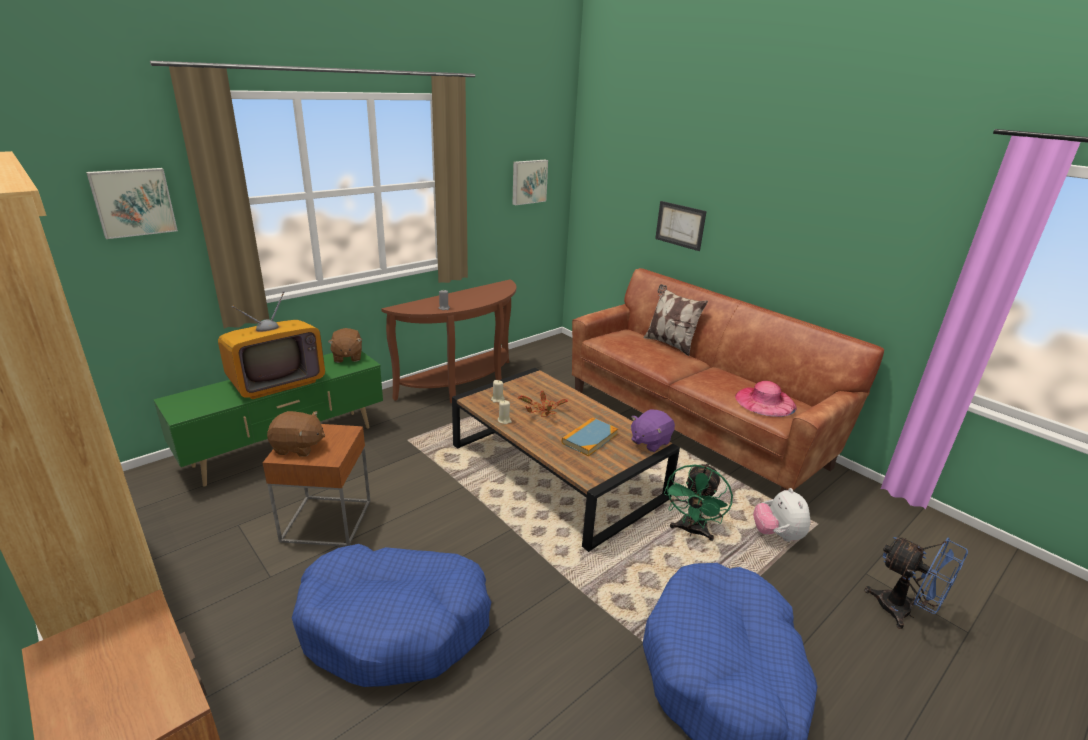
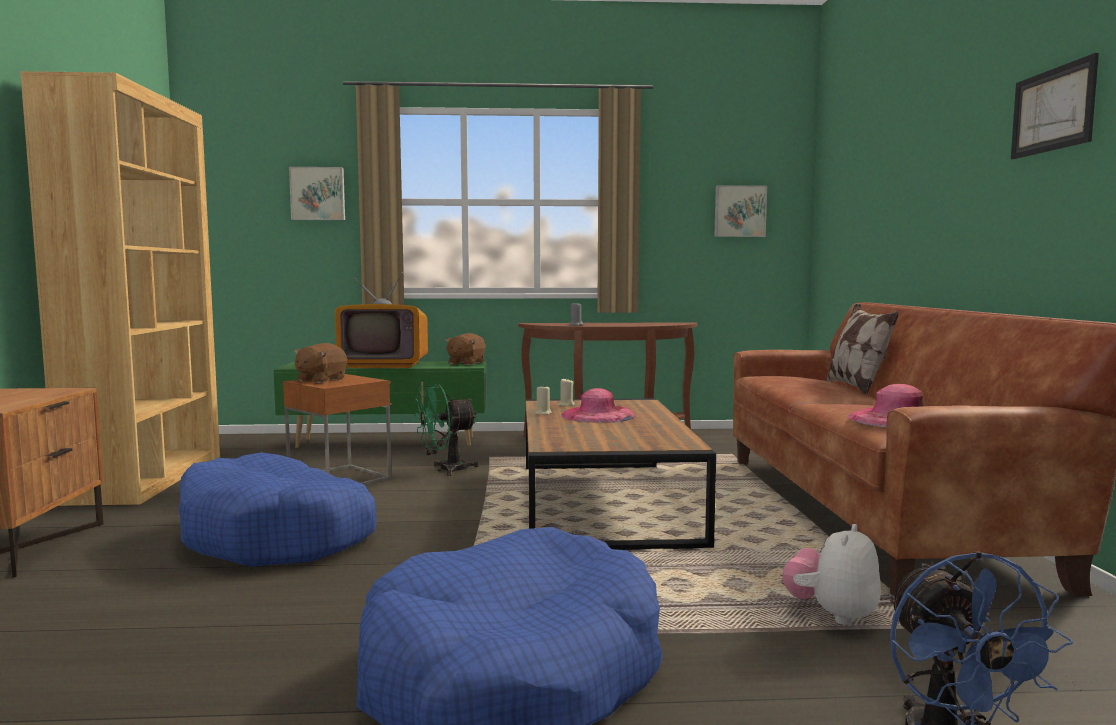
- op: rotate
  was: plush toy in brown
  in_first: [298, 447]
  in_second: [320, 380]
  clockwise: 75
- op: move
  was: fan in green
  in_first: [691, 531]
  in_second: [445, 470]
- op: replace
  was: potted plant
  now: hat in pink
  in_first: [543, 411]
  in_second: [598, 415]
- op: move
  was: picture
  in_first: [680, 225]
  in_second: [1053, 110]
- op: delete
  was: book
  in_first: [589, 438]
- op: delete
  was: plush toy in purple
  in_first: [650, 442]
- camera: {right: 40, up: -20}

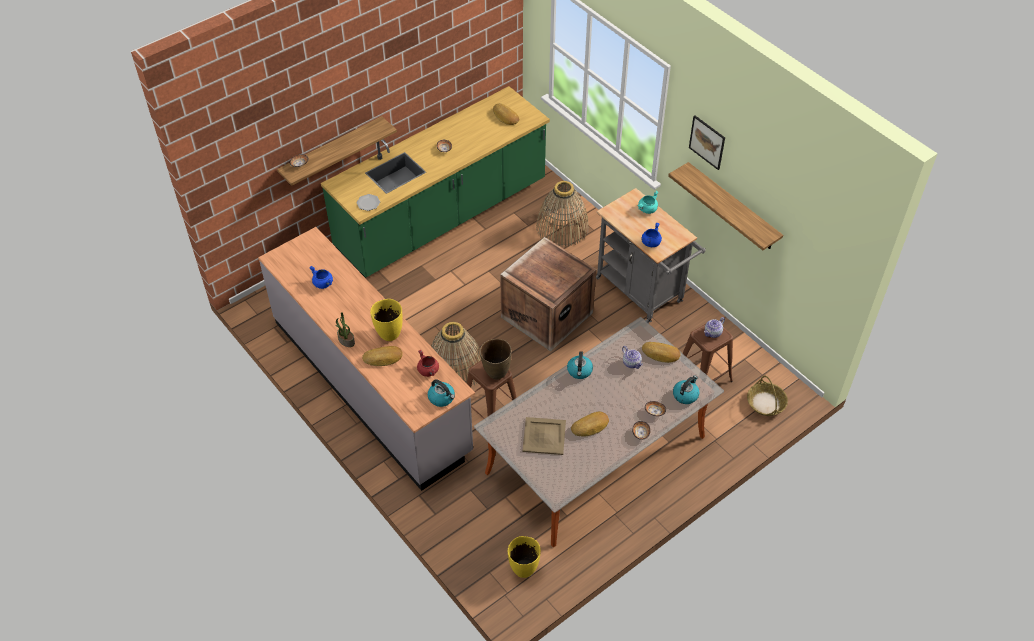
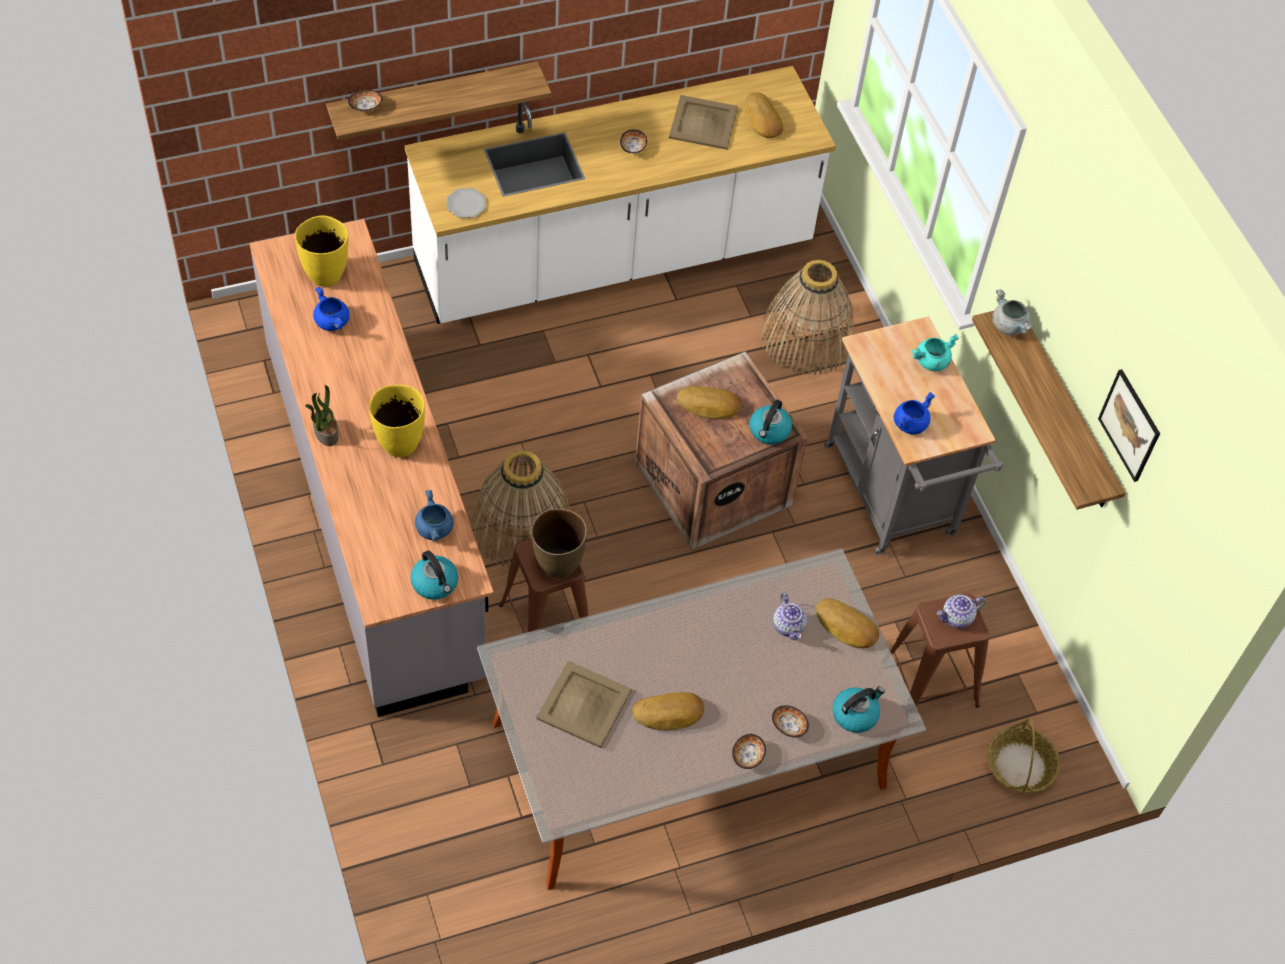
- op: move
  was: vase in yellow
  in_first: [523, 568]
  in_second: [325, 274]
- op: recolor
  was: counter in green
  now: counter in white
  in_first: [442, 217]
  in_second: [614, 257]
- op: recolor
  was: cooking pot in red
  now: cooking pot in blue
  in_first: [429, 371]
  in_second: [435, 529]
- op: insert
  now: tray in beige
  in_second: [704, 123]
- op: move
  was: bread
  in_first: [383, 358]
  in_second: [709, 406]
- op: move
  was: kettle
  in_first: [579, 371]
  in_second: [769, 431]
- op: insert
  now: cooking pot in grey
  in_second: [1009, 326]
- op: move
  was: picture
  in_first: [707, 142]
  in_second: [1130, 425]
- camera: {right: 15, up: 5}

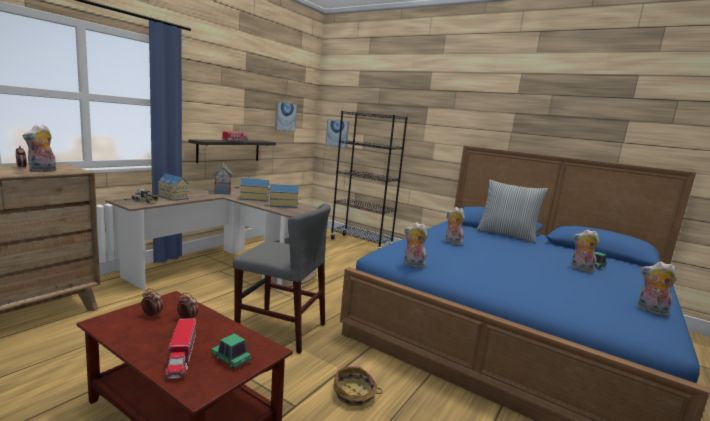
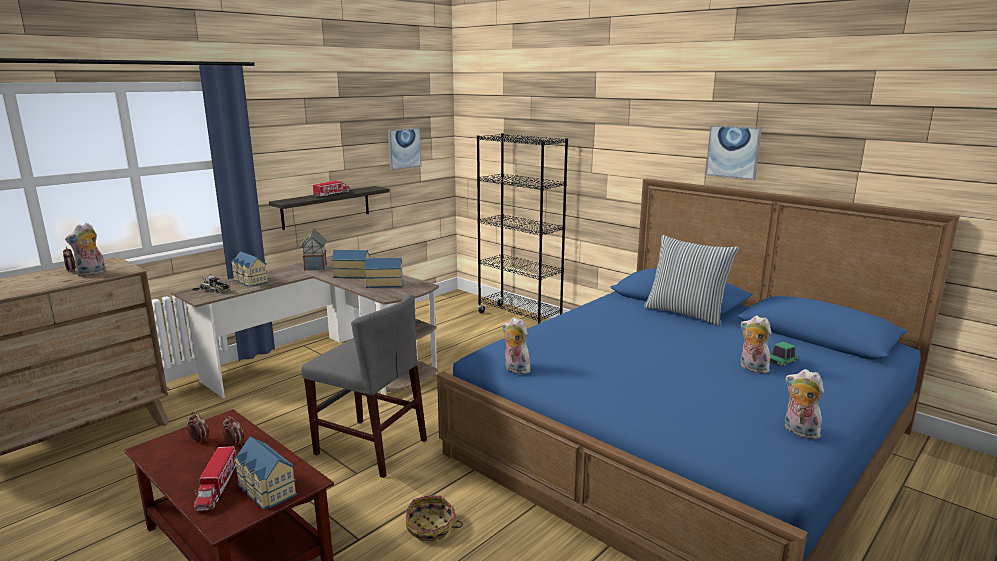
- op: replace
  was: toy car
  now: toy house
  in_first: [231, 359]
  in_second: [265, 490]
- op: move
  was: picture
  in_first: [337, 133]
  in_second: [733, 152]
- op: delete
  was: plush toy
  in_first: [452, 242]
- camera: {right: 10, up: 5}

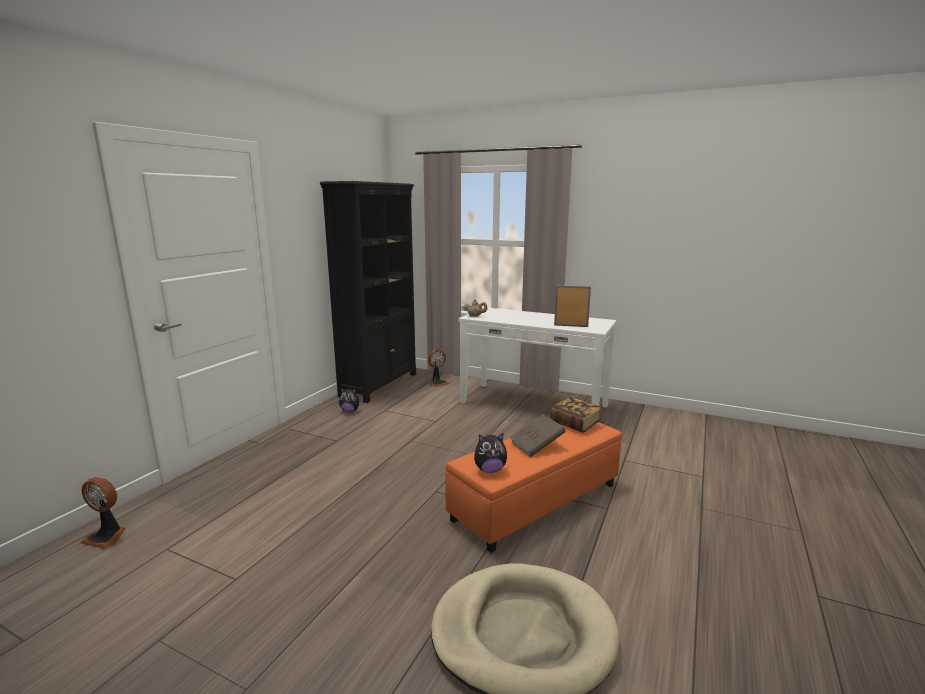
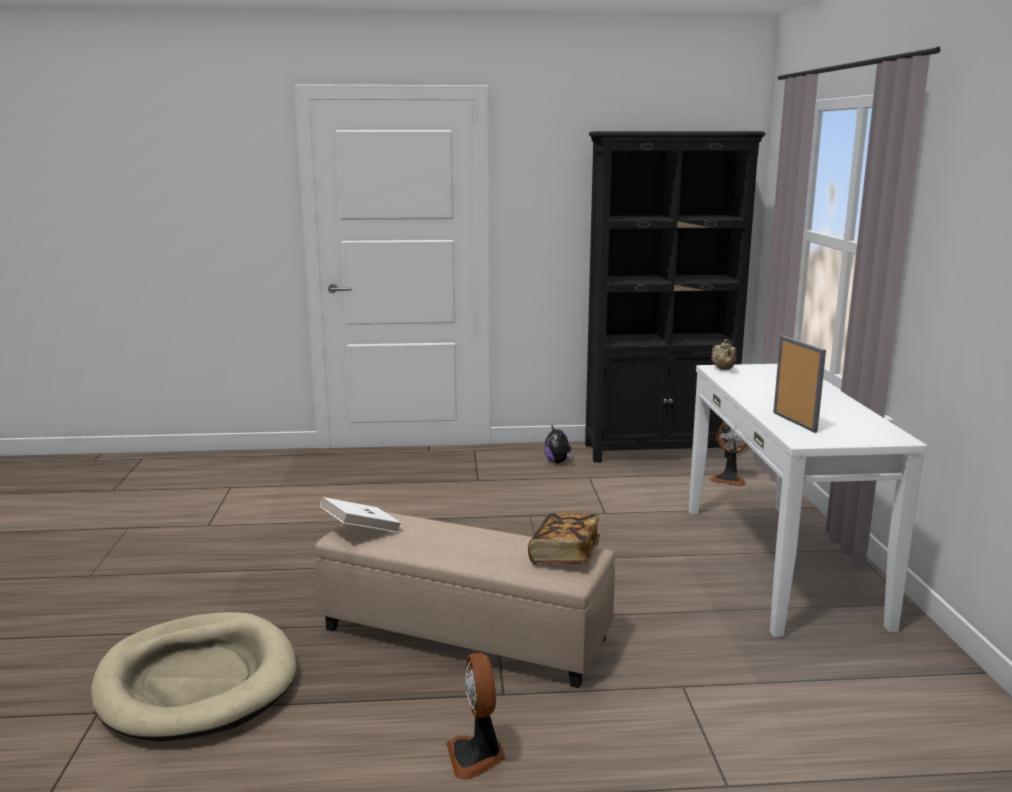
- op: recolor
  was: ottoman in orange
  now: ottoman in beige
  in_first: [535, 501]
  in_second: [465, 633]
- op: replace
  was: plush toy
  now: book in white
  in_first: [490, 470]
  in_second: [361, 531]
- op: move
  was: fan
  in_first: [107, 536]
  in_second: [477, 756]
- op: delete
  was: book in brown
  in_first: [537, 446]
- camera: {right: 60, up: 0}

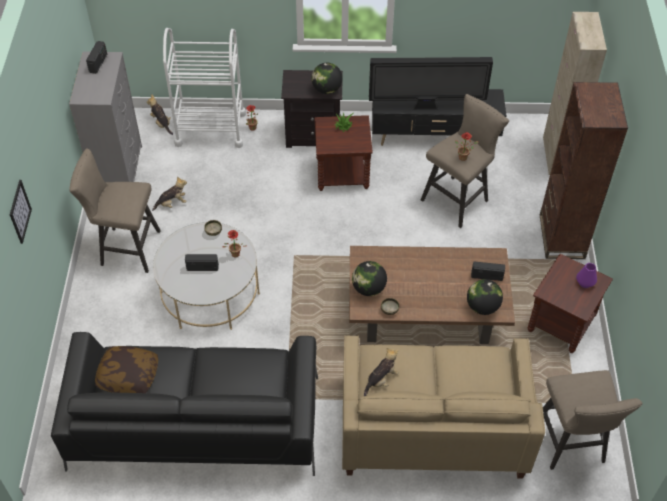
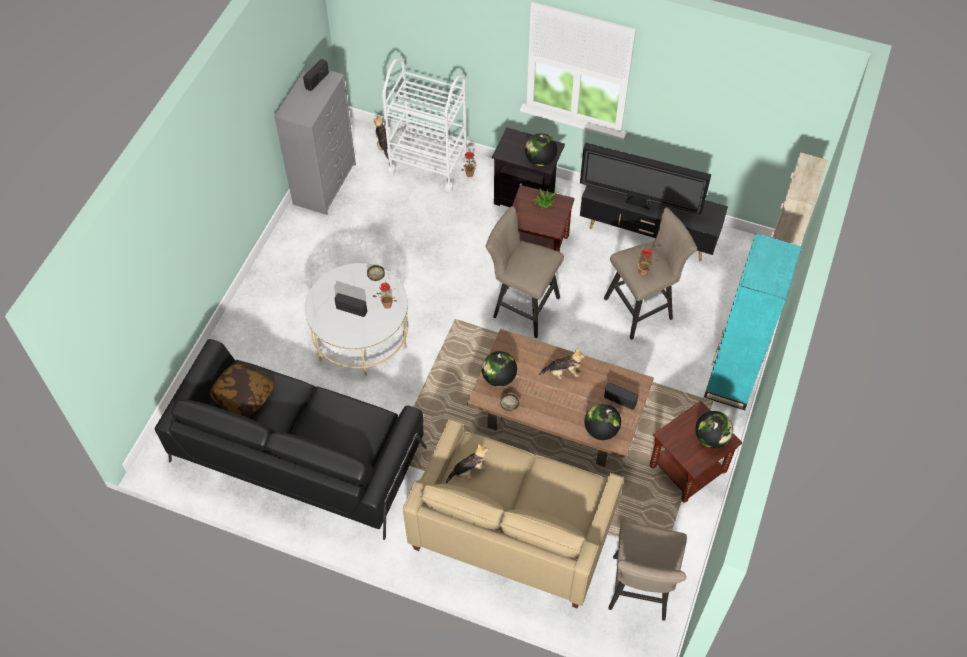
- op: move
  was: stool in beige
  in_first: [126, 248]
  in_second: [521, 306]
- op: move
  was: plush toy
  in_first: [172, 203]
  in_second: [562, 372]
- op: replace
  was: vase in purple
  now: globe
  in_first: [585, 283]
  in_second: [711, 438]
- op: recolor
  was: bookcase in brown
  now: bookcase in turquoise
  in_first: [561, 236]
  in_second: [731, 379]
- op: delete
  was: picture
  in_first: [20, 211]
- camera: {right: 20, up: 5}

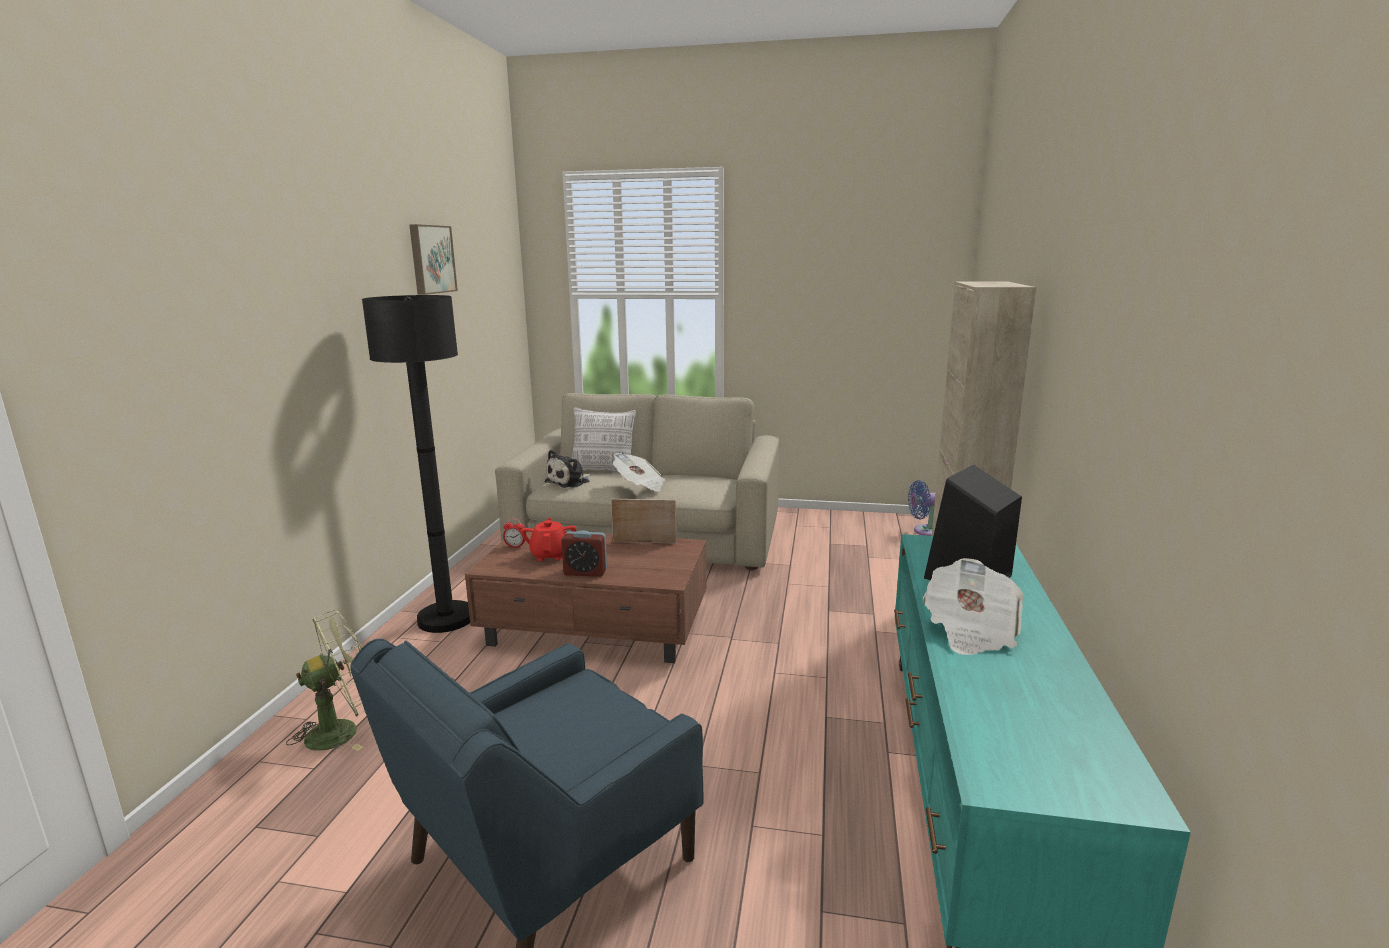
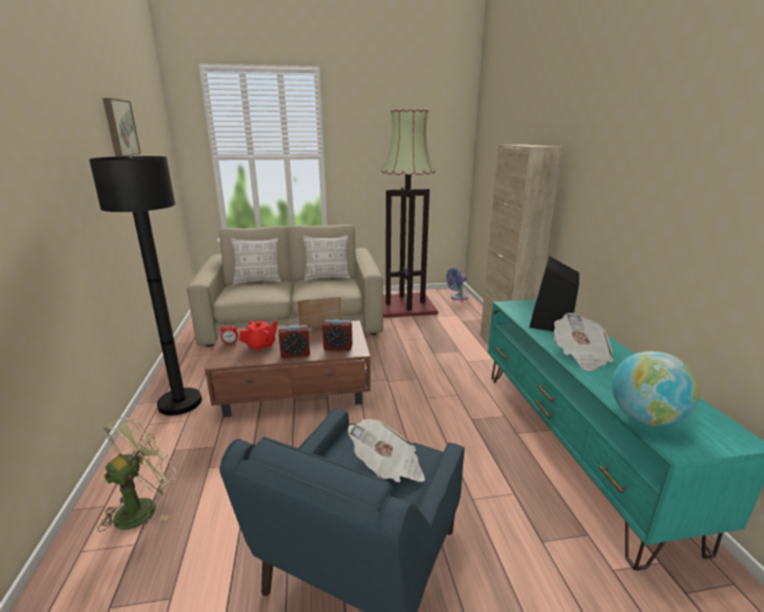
- op: rotate
  was: teapot in red
  in_first: [550, 555]
  in_second: [261, 345]
  clockwise: 75
- op: insert
  now: pillow
  in_second: [327, 278]
- op: insert
  now: alarm clock
  in_second: [338, 347]
- op: move
  was: newspaper
  in_first: [640, 486]
  in_second: [387, 467]
- op: insert
  now: floor lamp
  in_second: [406, 305]
- op: insert
  now: globe
  in_second: [644, 418]
- op: delete
  was: plush toy
  in_first: [570, 482]
- camera: {right: -20, up: 5}

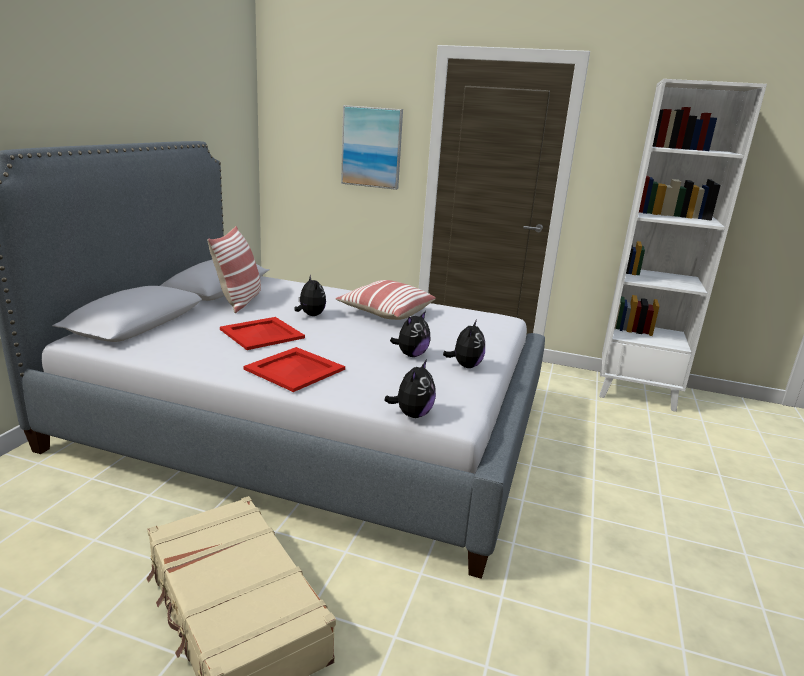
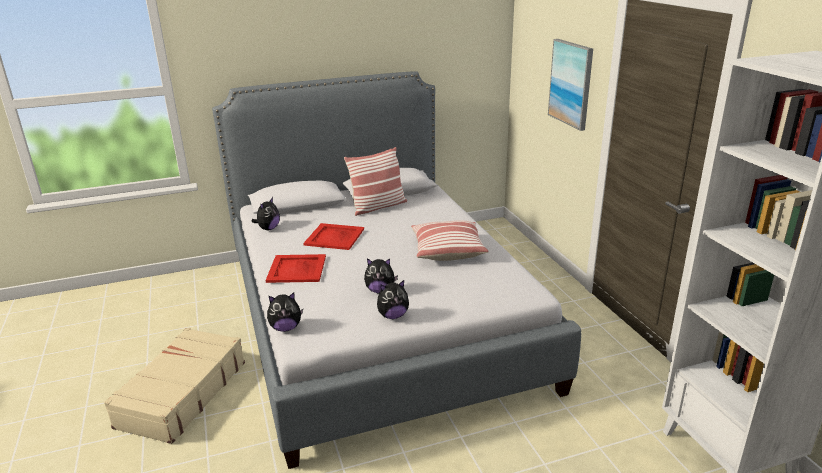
- op: move
  was: plush toy
  in_first: [310, 315]
  in_second: [268, 228]
- camera: {right: 55, up: 5}

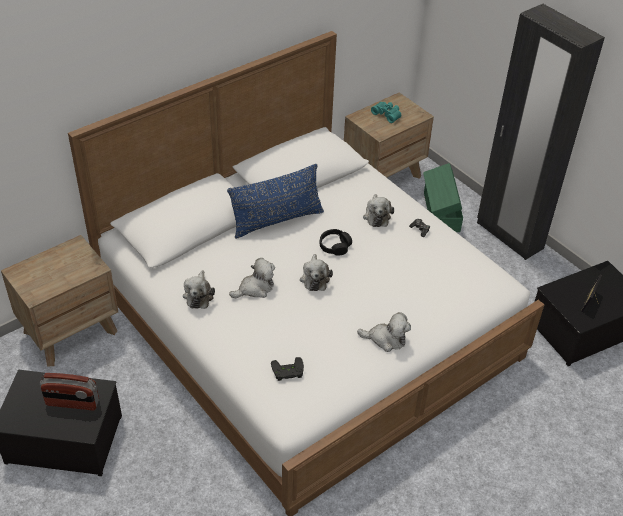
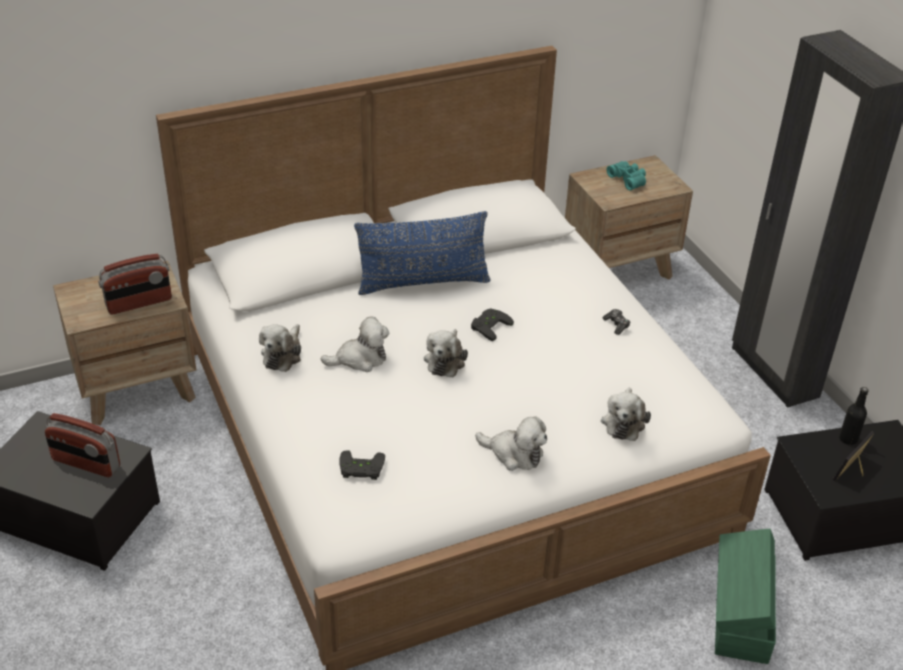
- op: insert
  now: radio
  in_second: [139, 303]
- op: replace
  was: headphones in black
  now: game controller in black
  in_first: [335, 246]
  in_second: [489, 325]
- op: move
  was: plush toy
  in_first: [376, 216]
  in_second: [623, 422]
- op: move
  was: storage box in green
  in_first: [440, 212]
  in_second: [740, 614]
- op: insert
  now: bottle in black
  in_second: [848, 439]
- camera: {right: 15, up: -5}

